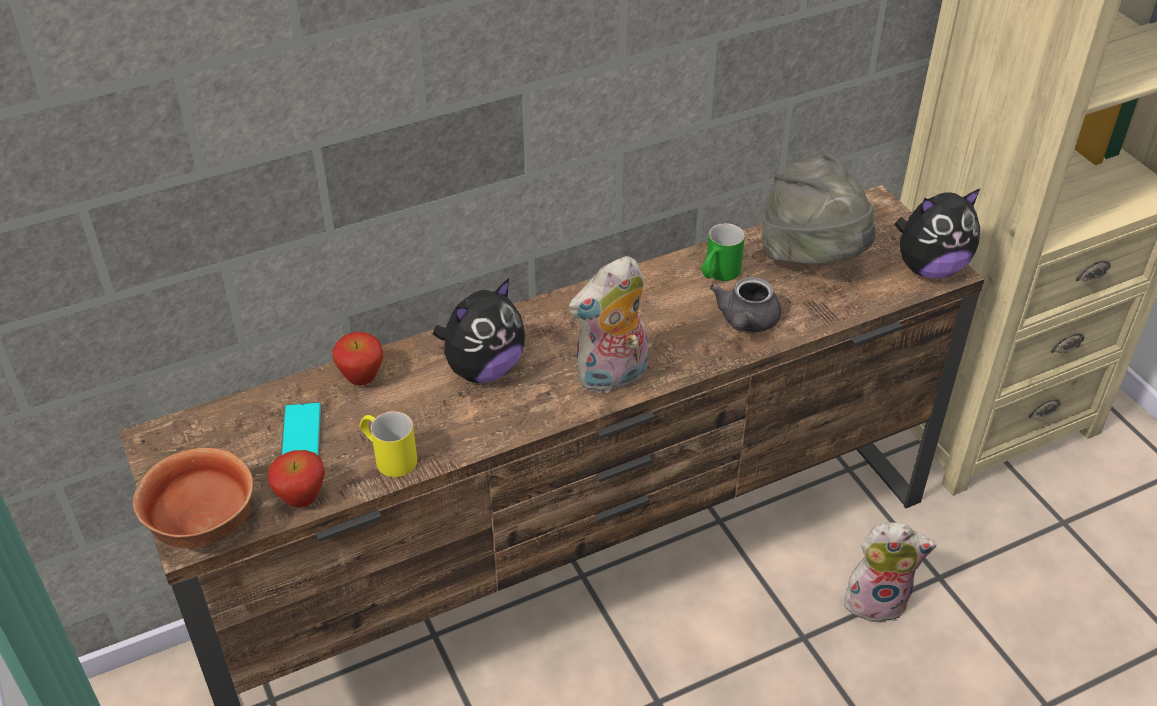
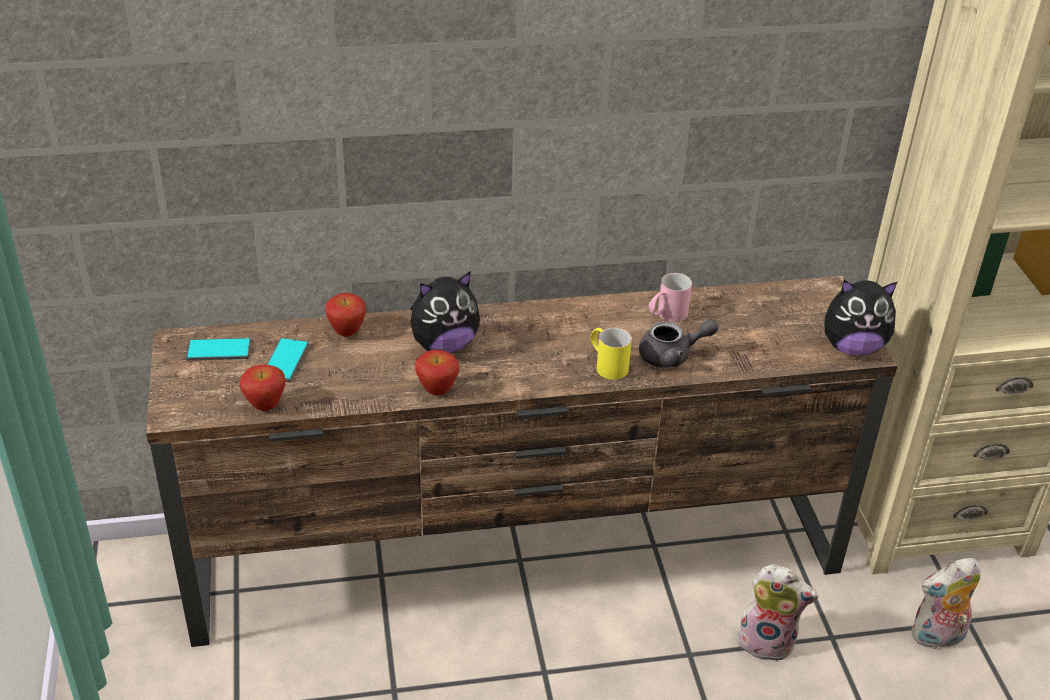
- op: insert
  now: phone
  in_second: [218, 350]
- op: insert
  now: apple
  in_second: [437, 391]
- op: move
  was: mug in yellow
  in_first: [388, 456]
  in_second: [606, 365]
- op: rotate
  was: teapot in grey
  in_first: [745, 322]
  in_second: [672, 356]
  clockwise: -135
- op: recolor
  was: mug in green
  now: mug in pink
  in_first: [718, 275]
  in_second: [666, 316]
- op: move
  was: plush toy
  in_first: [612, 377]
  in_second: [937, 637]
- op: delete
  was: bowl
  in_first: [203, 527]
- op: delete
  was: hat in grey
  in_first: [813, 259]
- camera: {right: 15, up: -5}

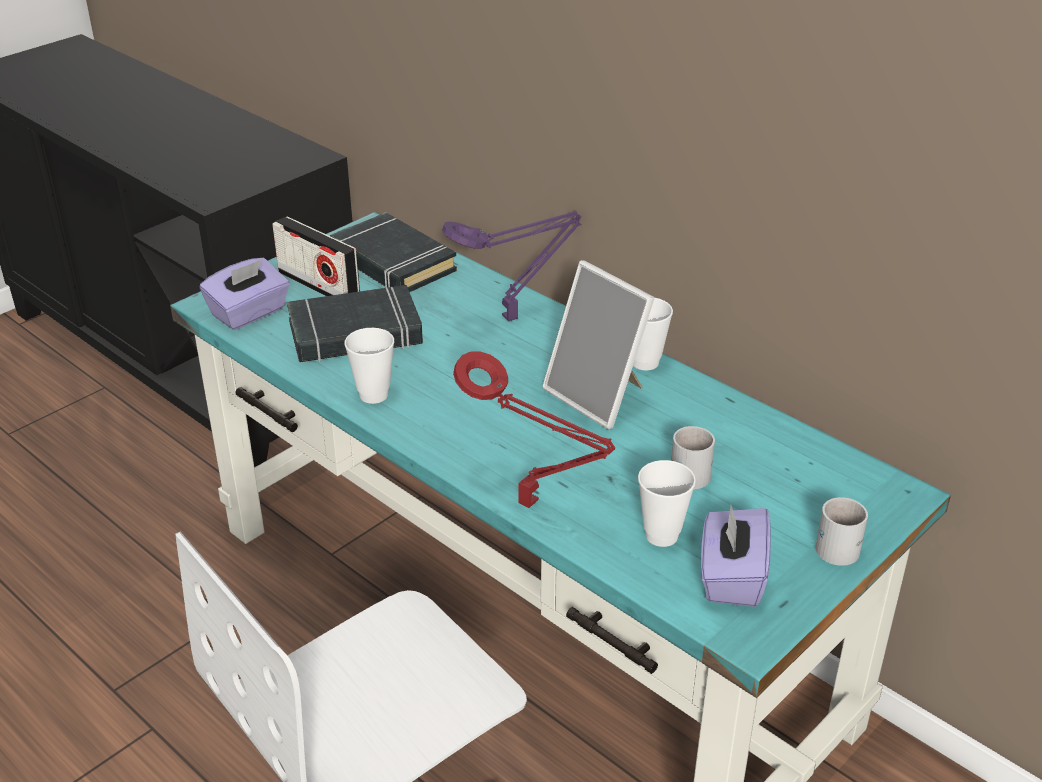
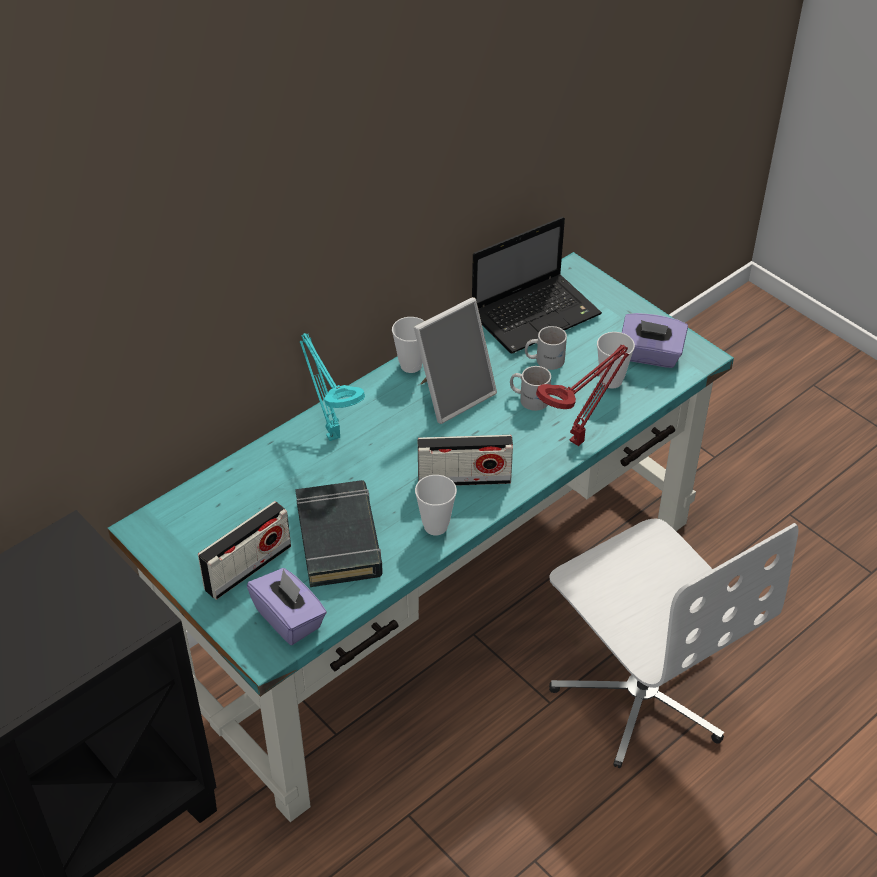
- op: recolor
  was: table lamp in purple
  now: table lamp in turquoise
  in_first: [514, 317]
  in_second: [331, 434]
- op: insert
  now: radio
  in_second: [464, 478]
- op: insert
  now: laptop
  in_second: [537, 314]
- op: move
  was: mug in white
  in_first: [840, 544]
  in_second: [529, 397]
- op: delete
  was: book in black
  in_first: [392, 263]
- camera: {right: -85, up: 10}

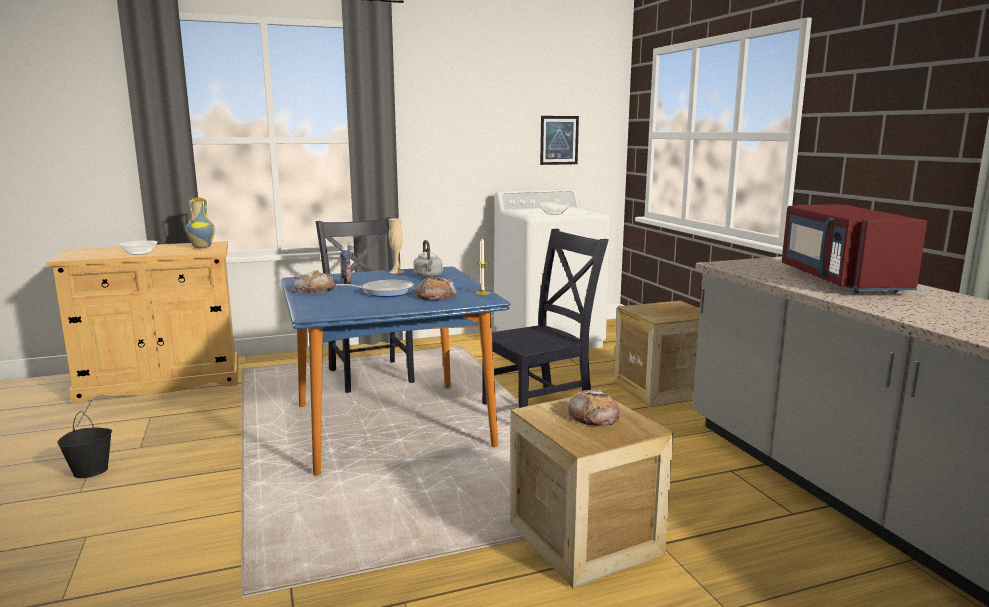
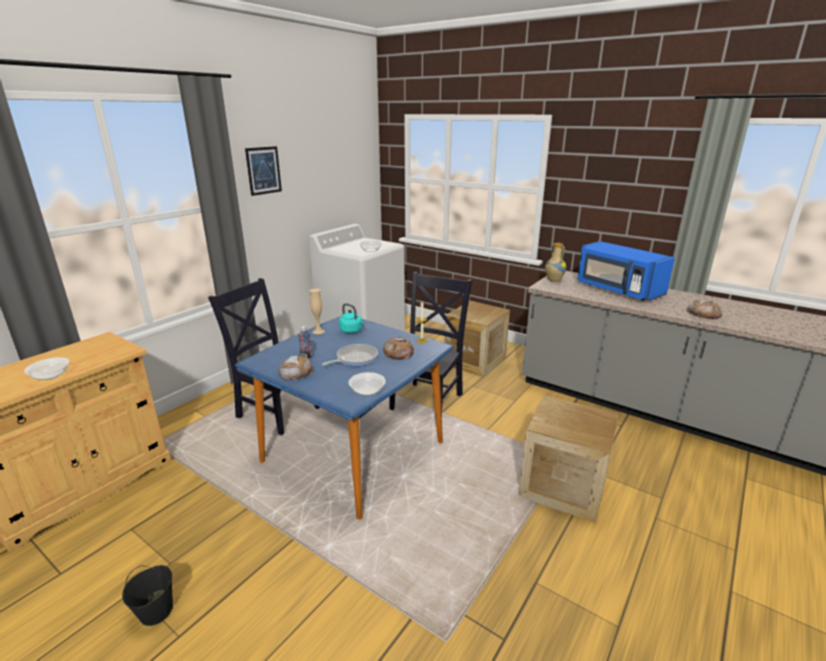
- op: move
  was: picture
  in_first: [559, 140]
  in_second: [263, 170]
- op: recolor
  was: kettle in grey
  now: kettle in turquoise
  in_first: [428, 276]
  in_second: [352, 331]
- op: insert
  now: bowl
  in_second: [367, 391]
- op: move
  was: vase
  in_first: [201, 247]
  in_second: [553, 280]
- op: recolor
  was: microwave in red
  now: microwave in blue
  in_first: [840, 280]
  in_second: [617, 290]
- op: move
  was: bread
  in_first: [594, 415]
  in_second: [703, 314]
- camera: {right: -35, up: 10}

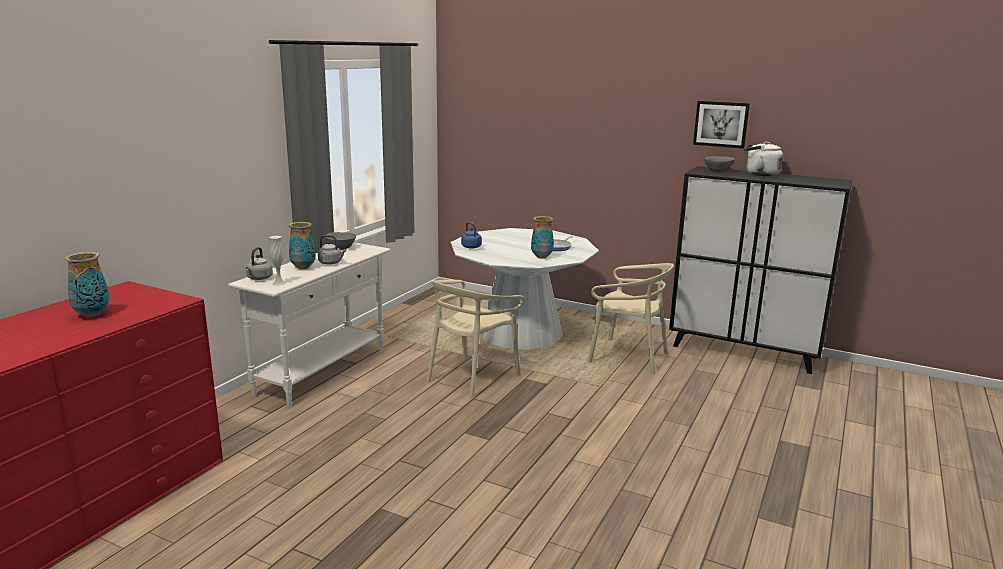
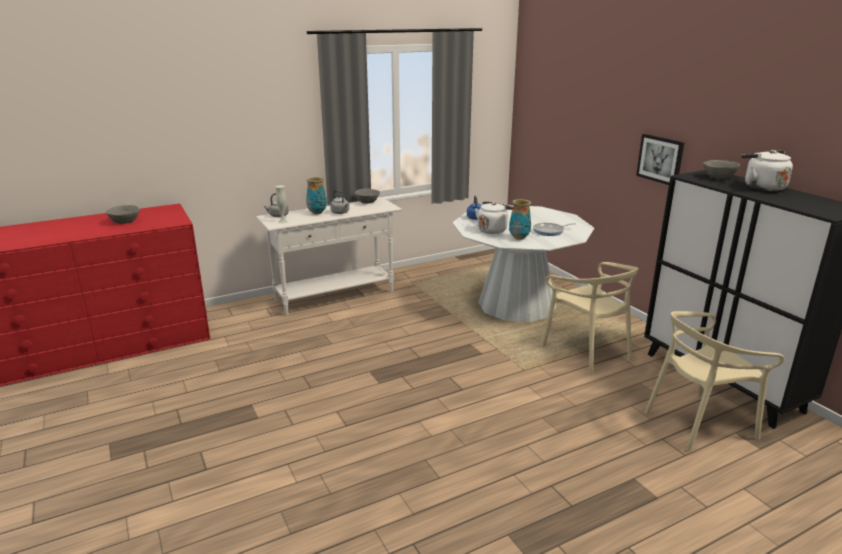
- op: replace
  was: vase
  now: bowl in grey
  in_first: [92, 315]
  in_second: [124, 222]
- op: insert
  now: kettle in white
  in_second: [493, 230]
- op: move
  was: picture
  in_first: [721, 124]
  in_second: [660, 159]
- op: move
  was: chair in beige
  in_first: [472, 376]
  in_second: [698, 423]
- camera: {right: 35, up: 5}

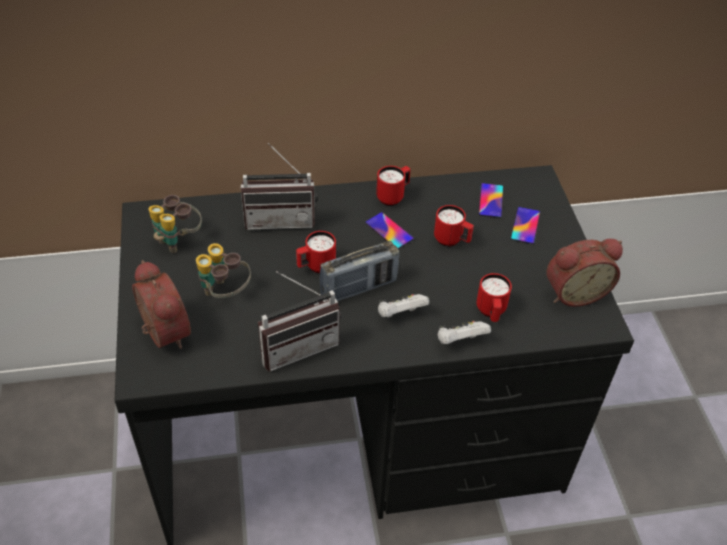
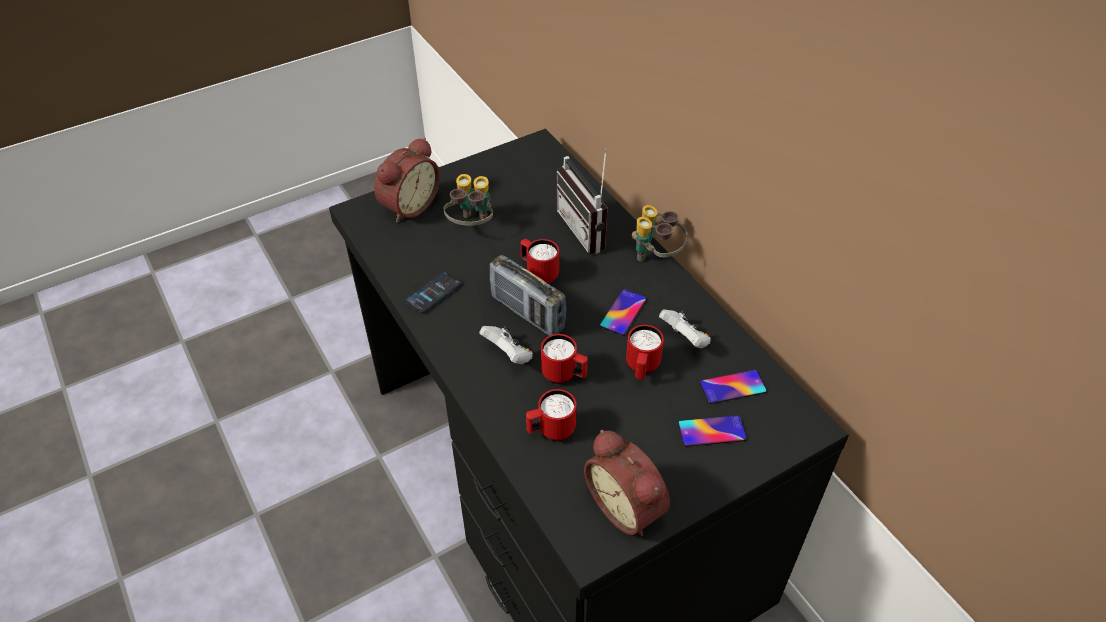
- op: replace
  was: radio
  now: phone
  in_first: [297, 345]
  in_second: [433, 293]
- op: move
  was: mug in red
  in_first: [393, 196]
  in_second: [564, 375]
- op: move
  was: binoculars
  in_first: [178, 240]
  in_second: [656, 256]
- op: move
  was: game controller in white
  in_first: [460, 341]
  in_second: [685, 339]
- camera: {right: 70, up: 0}

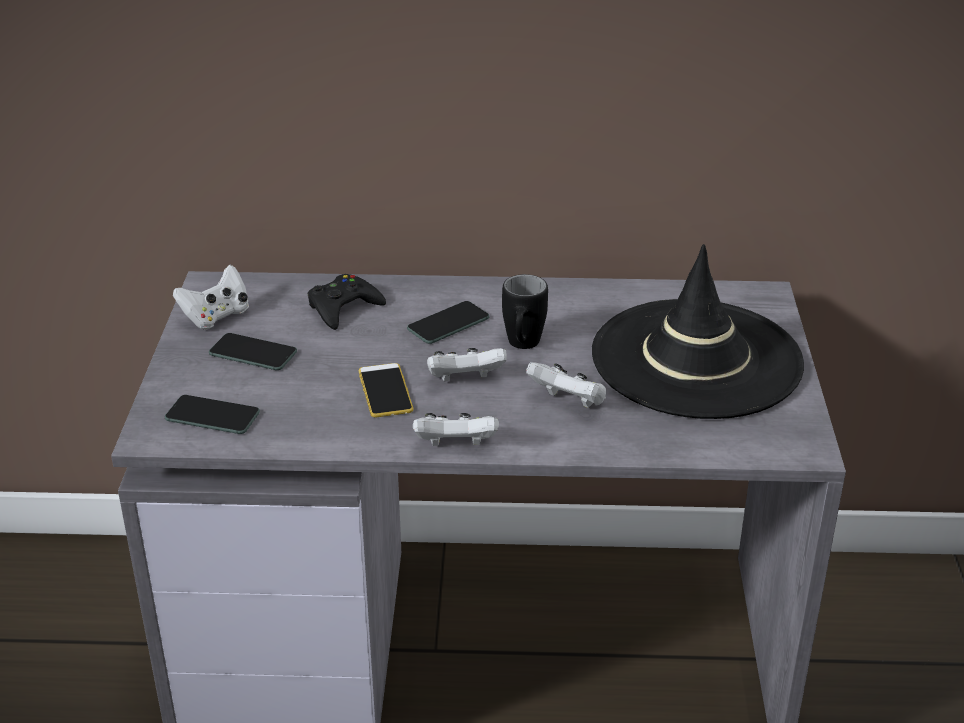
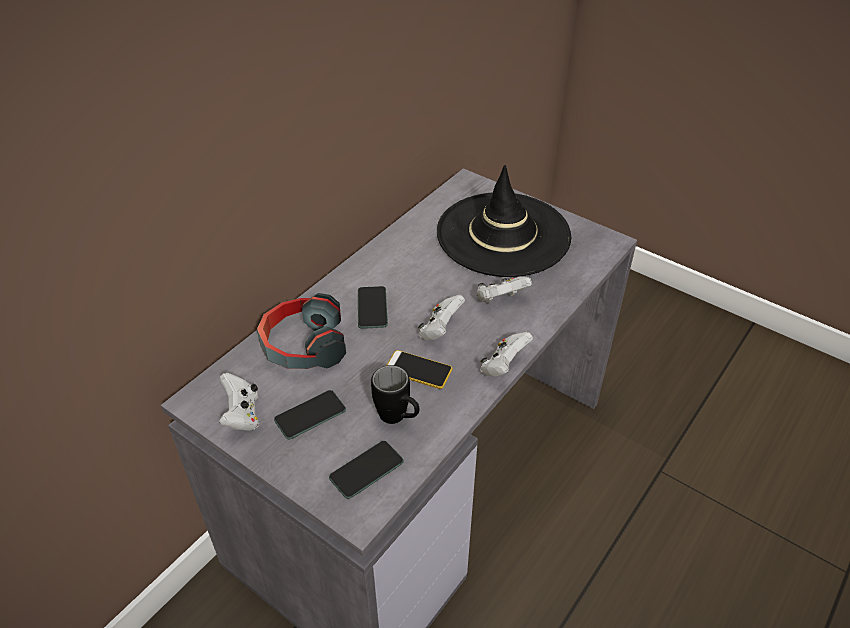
- op: replace
  was: game controller in black
  now: headphones
  in_first: [343, 308]
  in_second: [303, 346]
- op: move
  was: mug in black
  in_first: [522, 346]
  in_second: [398, 419]
- camera: {right: -55, up: 10}

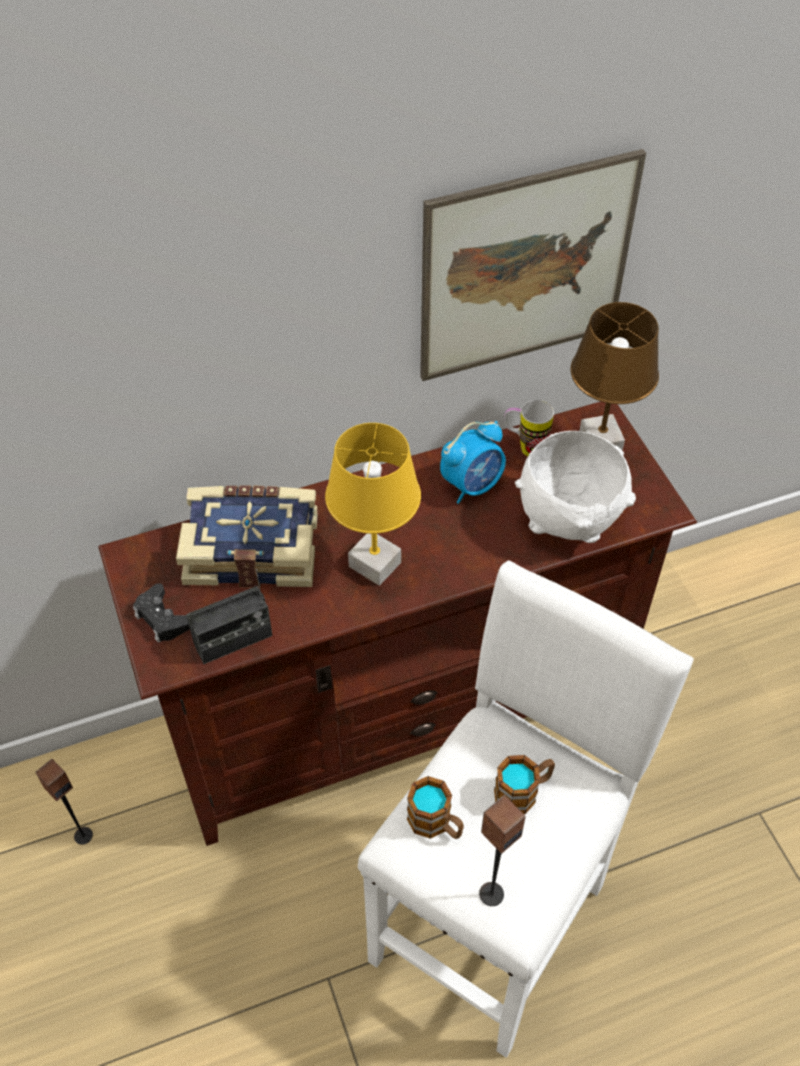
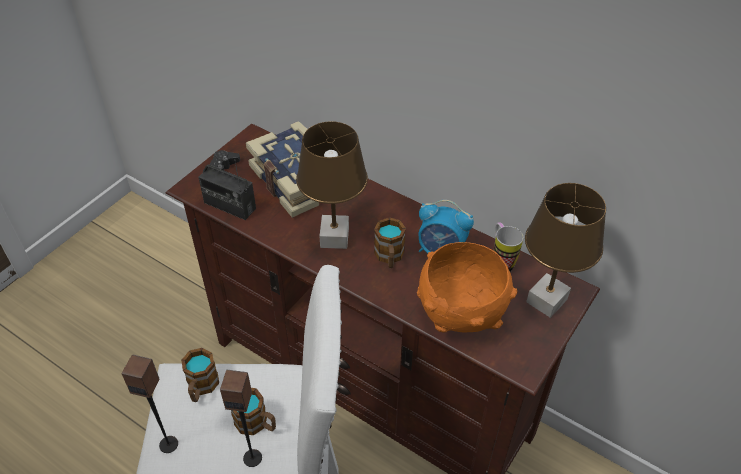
- op: move
  was: speaker
  in_first: [83, 835]
  in_second: [252, 457]
- op: recolor
  was: table lamp in yellow
  now: table lamp in brown
  in_first: [374, 564]
  in_second: [334, 237]
- op: insert
  now: mug
  in_second: [389, 257]
- op: recolor
  was: bowl in white
  now: bowl in orange
  in_first: [568, 520]
  in_second: [460, 316]
- op: delete
  was: picture
  in_first: [525, 268]
- camera: {right: 55, up: -5}

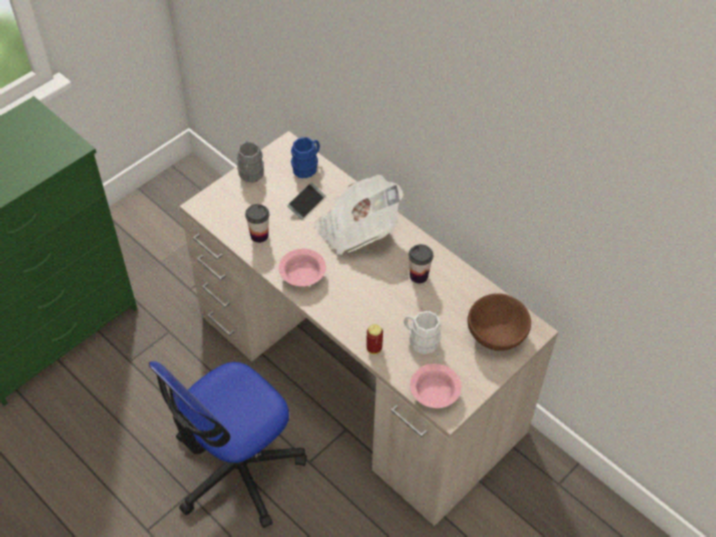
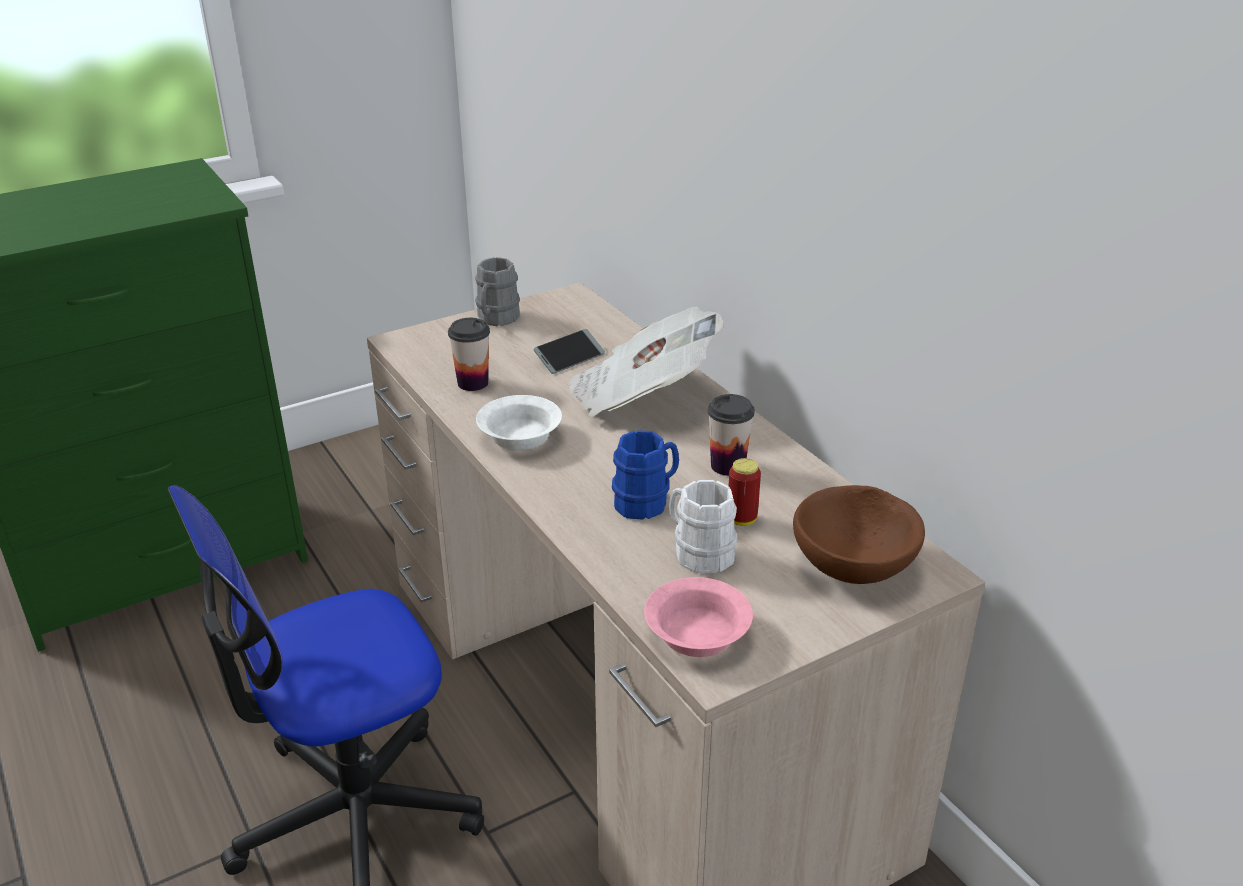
- op: recolor
  was: bowl in pink
  now: bowl in white
  in_first: [301, 274]
  in_second: [518, 436]
- op: move
  was: mug in blue
  in_first: [307, 166]
  in_second: [647, 501]
- op: move
  was: can
  in_first: [374, 348]
  in_second: [742, 519]
- camera: {right: 15, up: -20}

